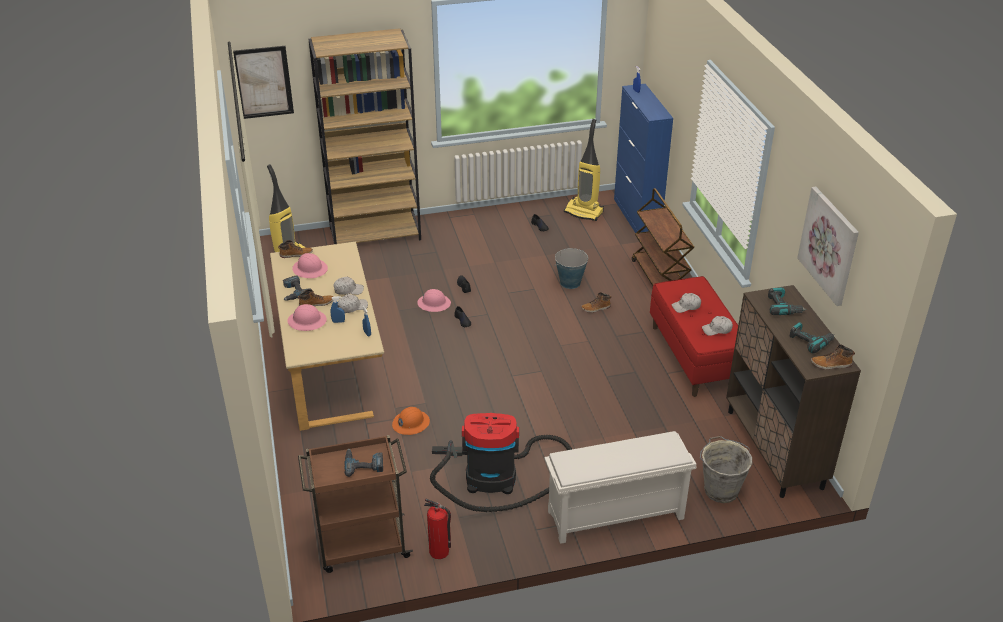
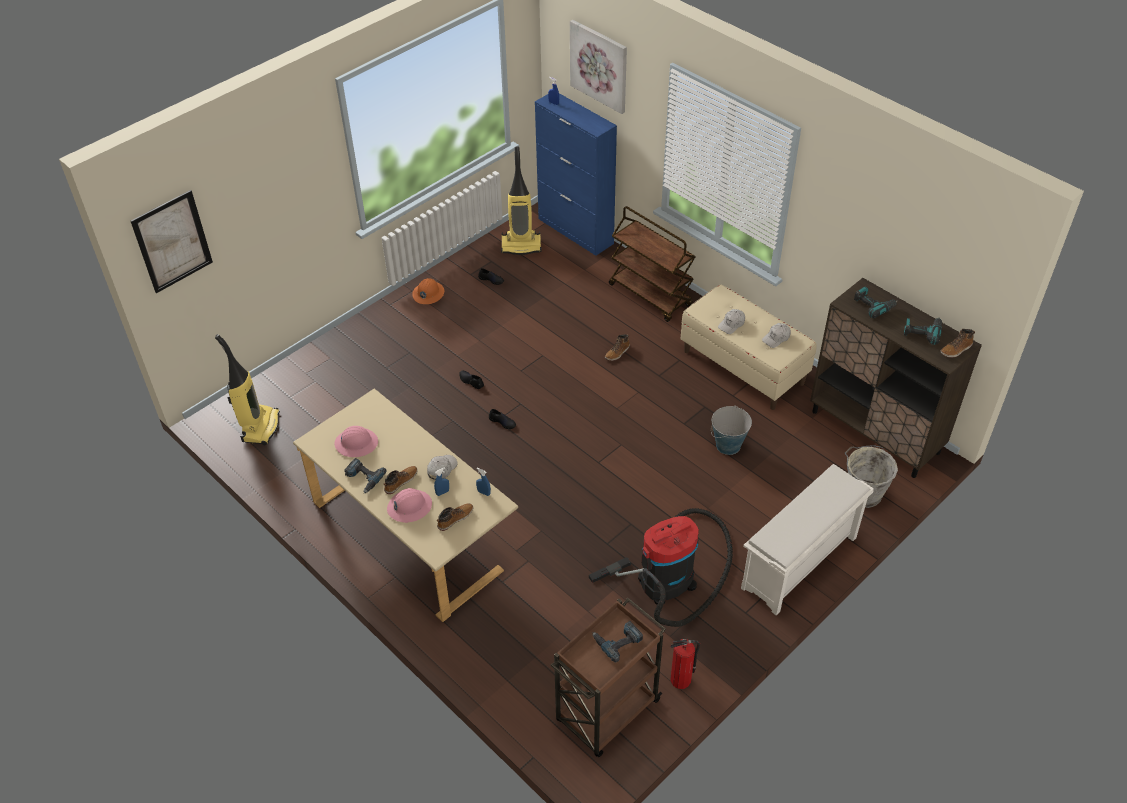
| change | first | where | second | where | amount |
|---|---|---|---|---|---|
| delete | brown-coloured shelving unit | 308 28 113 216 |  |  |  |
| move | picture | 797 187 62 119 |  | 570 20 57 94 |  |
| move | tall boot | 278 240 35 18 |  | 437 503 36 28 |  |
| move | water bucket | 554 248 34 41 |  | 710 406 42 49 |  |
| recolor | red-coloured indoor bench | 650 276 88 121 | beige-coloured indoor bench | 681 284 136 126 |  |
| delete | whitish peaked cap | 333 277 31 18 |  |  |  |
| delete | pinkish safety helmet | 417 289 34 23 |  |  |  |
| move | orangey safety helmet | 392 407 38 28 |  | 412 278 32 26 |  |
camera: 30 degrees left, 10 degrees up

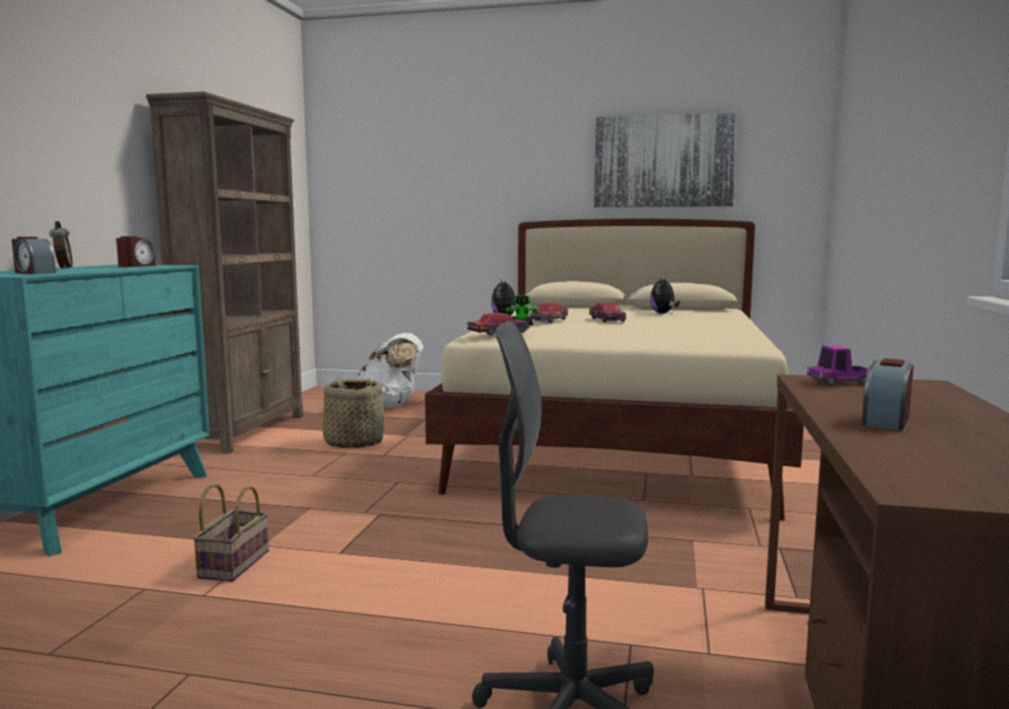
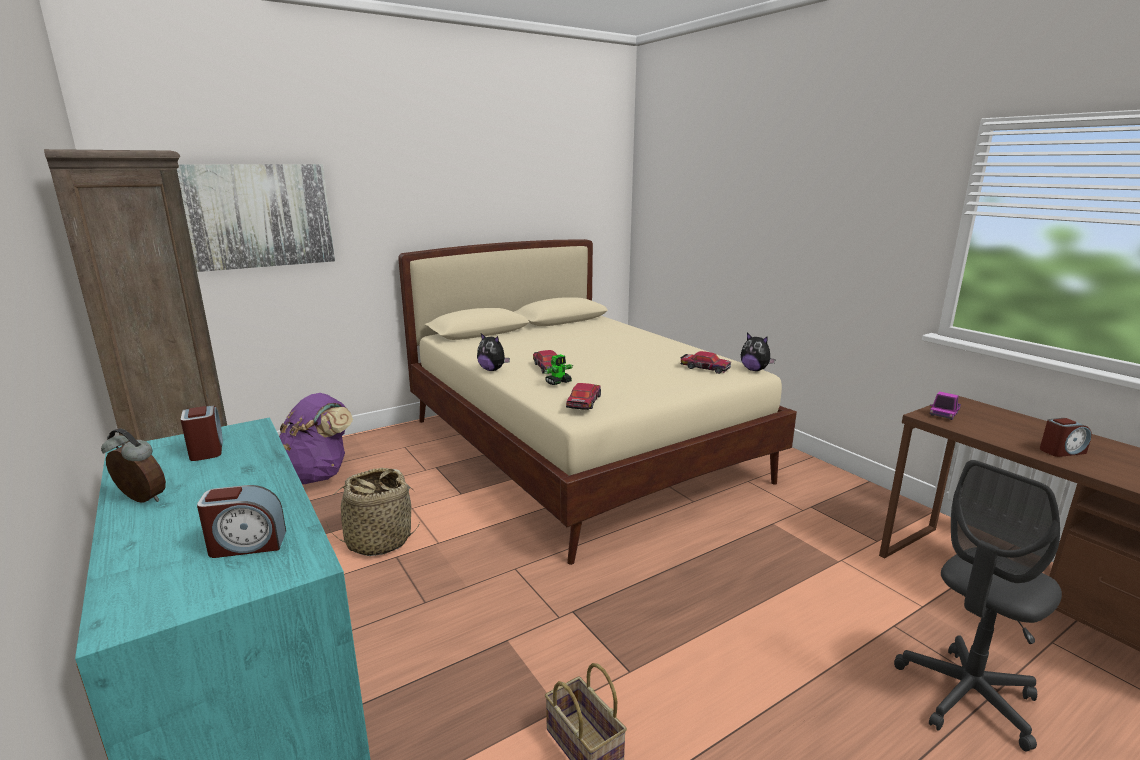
| change | first | where | second | where | amount |
|---|---|---|---|---|---|
| move | picture | 594 113 144 94 |  | 177 164 158 108 |  |
| move | cuddly toy | 650 277 30 37 |  | 741 333 35 38 |  |
| move | toy car | 589 303 37 19 |  | 681 351 50 23 |  |
| recolor | whitish knapsack | 356 333 68 75 | purple knapsack | 279 393 74 91 |  |
| rotate | bedside clock | 862 358 52 72 |  | 1040 418 52 39 | 90 degrees counterclockwise |
camera: 45 degrees left, 10 degrees up

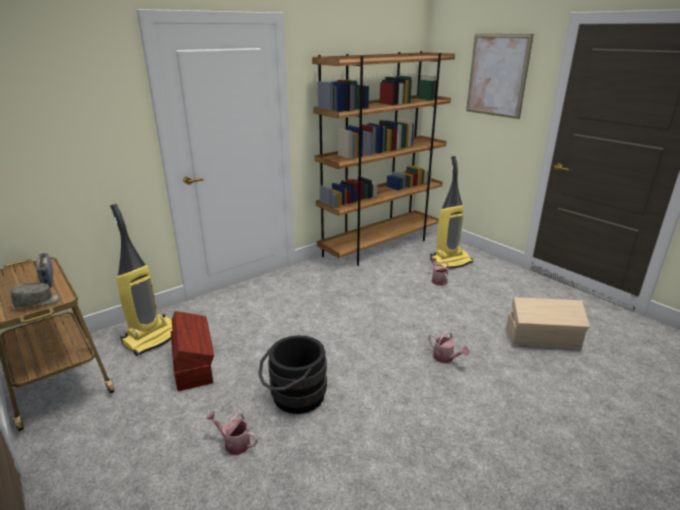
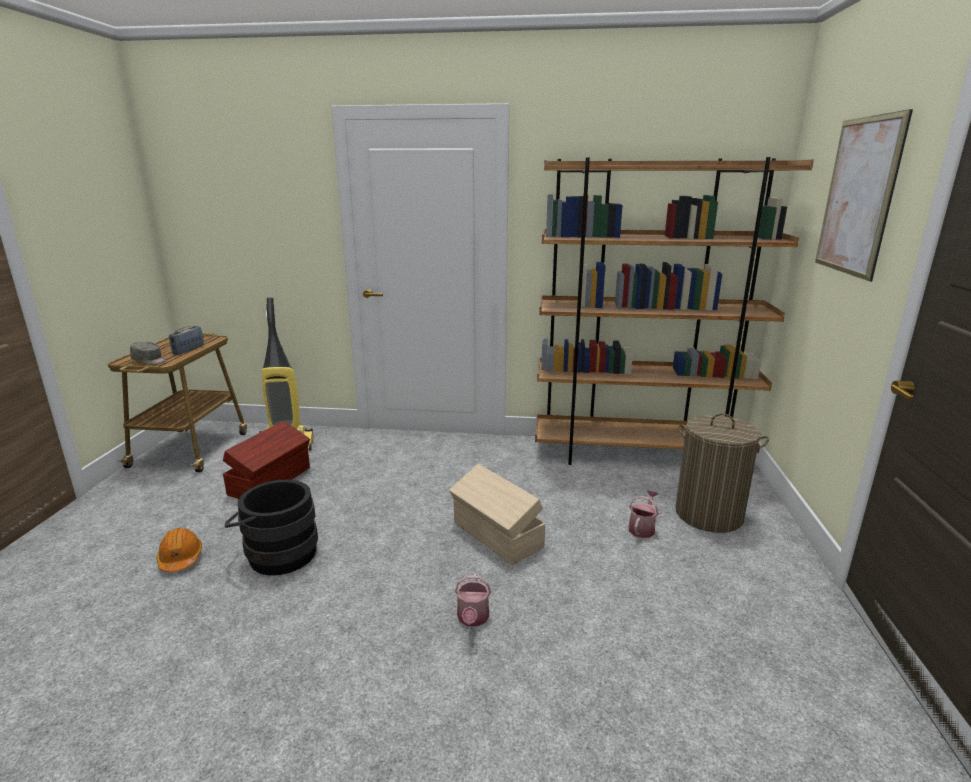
| change | first | where | second | where | amount |
|---|---|---|---|---|---|
| replace | hoover | 430 156 43 112 | hamper | 675 413 94 120 |  |
| move | beige-coloured storage box | 506 297 84 52 |  | 449 464 96 101 |  |
| replace | watering can | 206 411 52 44 | orangey safety helmet | 156 528 46 44 |  |
camera: 45 degrees right, 5 degrees down

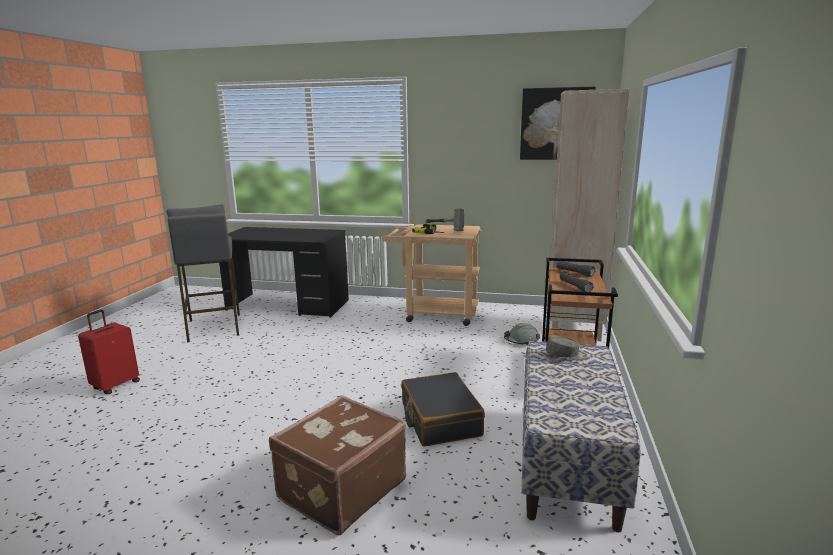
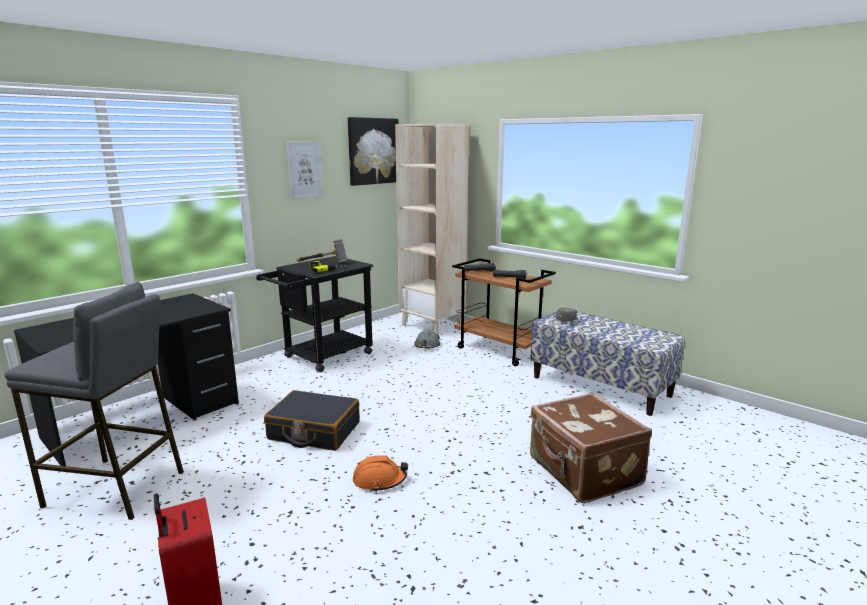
| change | first | where | second | where | amount |
|---|---|---|---|---|---|
| recolor | beige-coloured trolley | 382 224 99 102 | blackish trolley | 256 256 117 116 |  |
| move | blackish piece of luggage | 401 372 84 75 |  | 264 390 96 61 |  |
| insert |  |  | picture | 286 141 37 58 |  |
| insert |  |  | orangey safety helmet | 353 456 55 36 |  |
camera: 60 degrees left, 0 degrees up

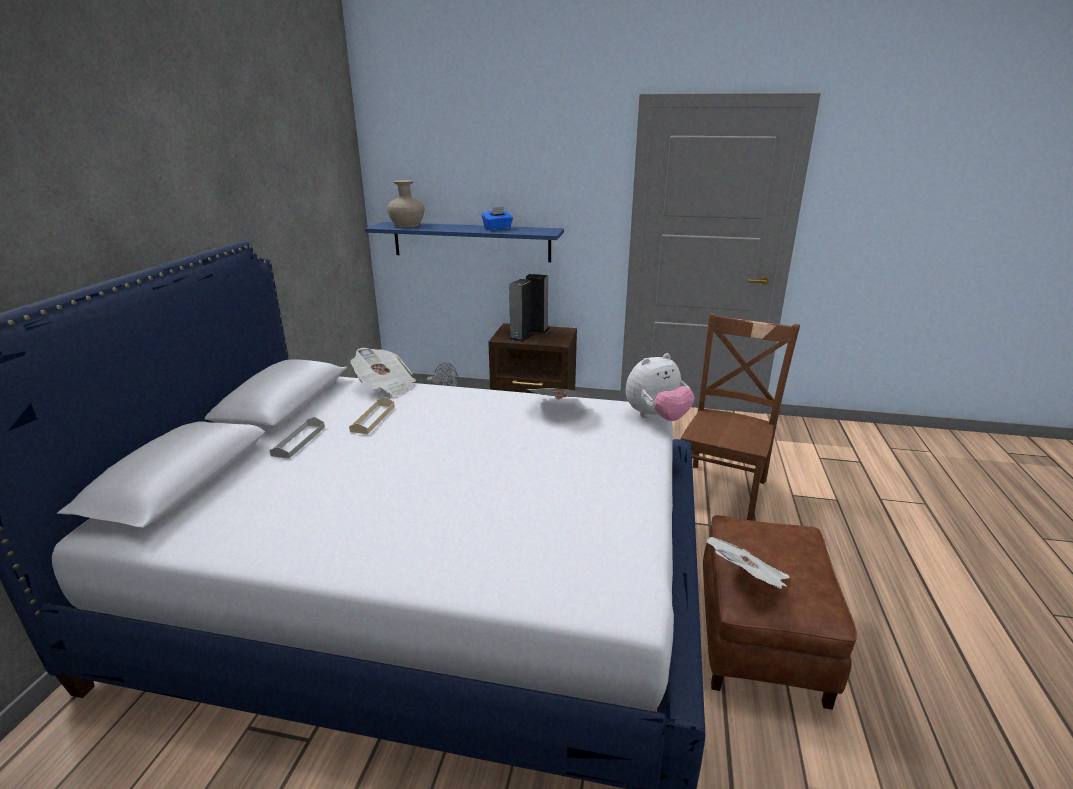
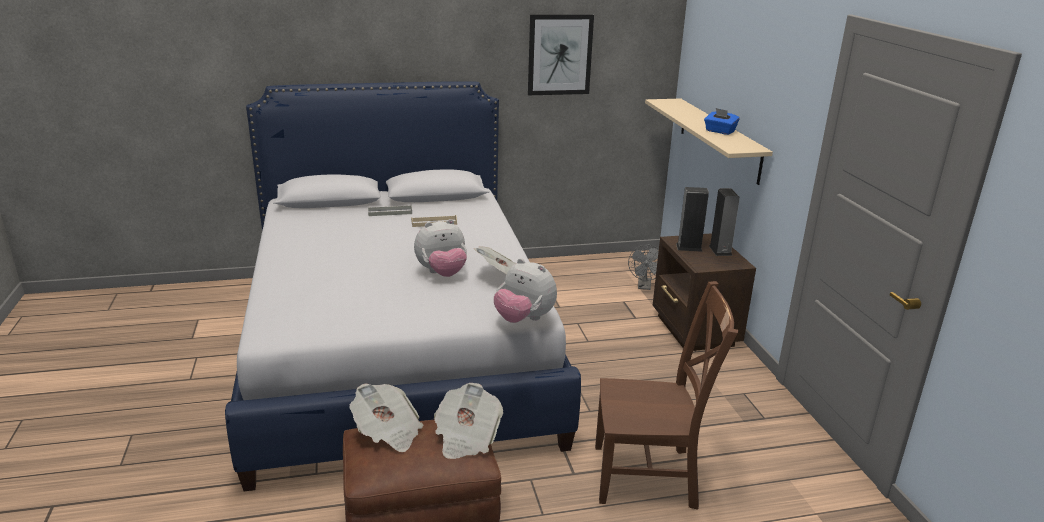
| change | first | where | second | where | amount |
|---|---|---|---|---|---|
| delete | beige-coloured vase | 387 180 38 48 |  |  |  |
| recolor | blue-coloured shelf | 365 222 199 40 | beige-coloured shelf | 645 99 128 86 |  |
| move | printed paper | 351 348 65 49 |  | 434 383 69 76 |  |
| insert |  |  | picture | 528 14 66 81 |  |
| insert |  |  | cuddly toy | 414 219 53 58 |  |
camera: 65 degrees right, 0 degrees up

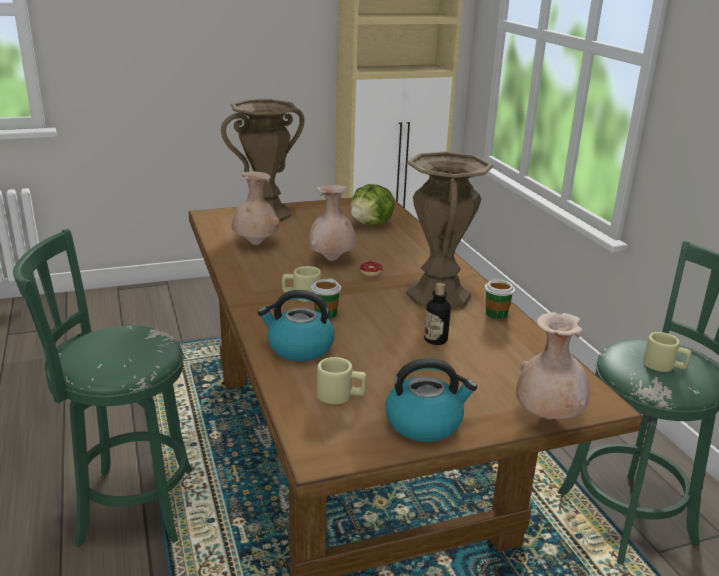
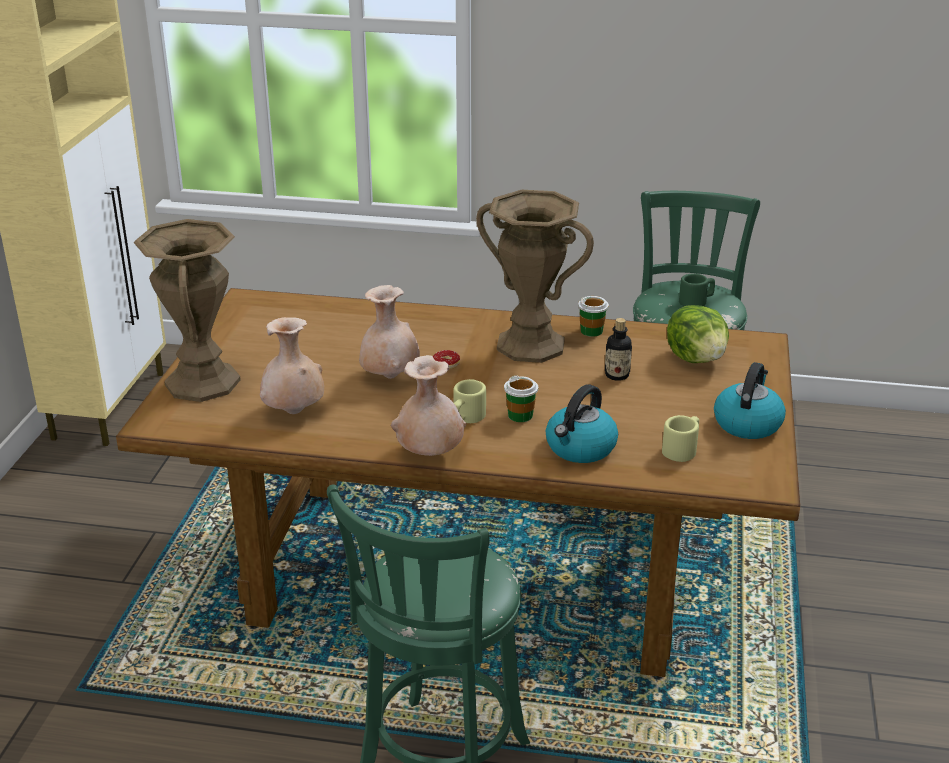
| change | first | where | second | where | amount |
|---|---|---|---|---|---|
| move | lettuce | 351 184 44 41 |  | 667 305 62 58 |  |
| move | beige-coloured vase | 516 312 74 108 |  | 391 355 76 101 |  |
| recolor | beige-coloured mug | 643 332 48 40 | green-coloured mug | 679 273 36 33 |  |
camera: 60 degrees left, 5 degrees up

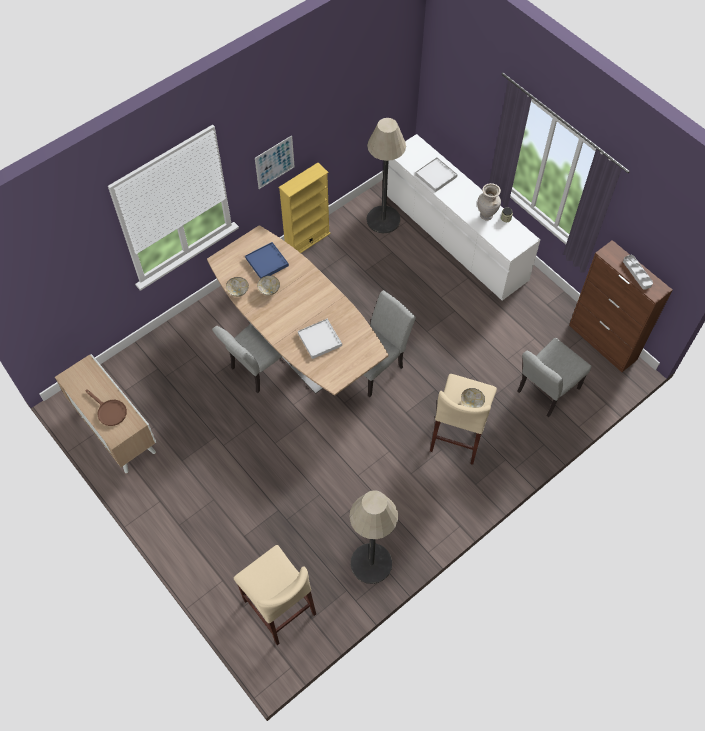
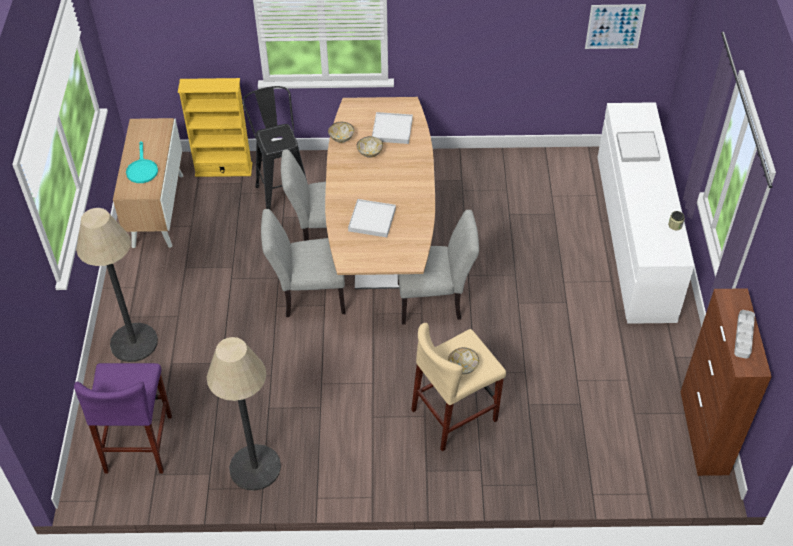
| change | first | where | second | where | amount |
|---|---|---|---|---|---|
| move | standard lamp | 366 118 40 115 |  | 76 208 82 154 |  |
| move | picture | 255 135 40 54 |  | 585 4 61 45 |  |
| move | yellowish shelving unit | 278 163 53 90 |  | 178 78 74 99 |  |
| delete | beige-coloured vase | 477 183 24 37 |  |  |  |
| recolor | blue-coloured carrying tray | 245 242 44 37 | whitish carrying tray | 372 112 41 32 |  |
| move | grey upright chair | 518 338 73 79 |  | 261 209 84 108 |  |
| recolor | brown-coloured skillet | 86 389 41 37 | turquoise skillet | 126 141 32 42 |  |
| recolor | beige-coloured stool seat | 234 545 82 100 | purple stool seat | 74 363 98 111 |  |
| insert |  |  | blackish stool seat | 242 86 65 123 |  |
camera: 40 degrees right, 10 degrees down

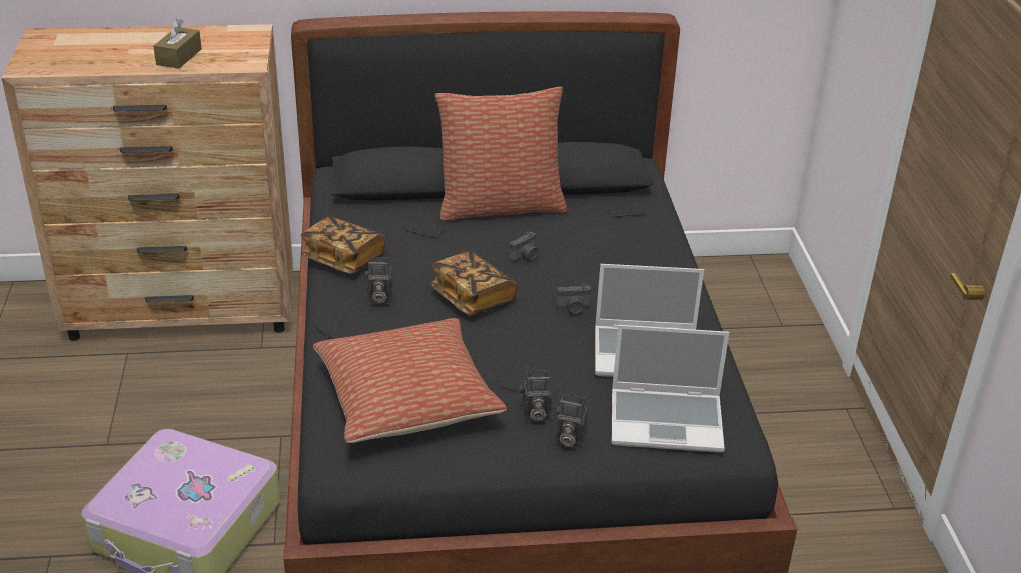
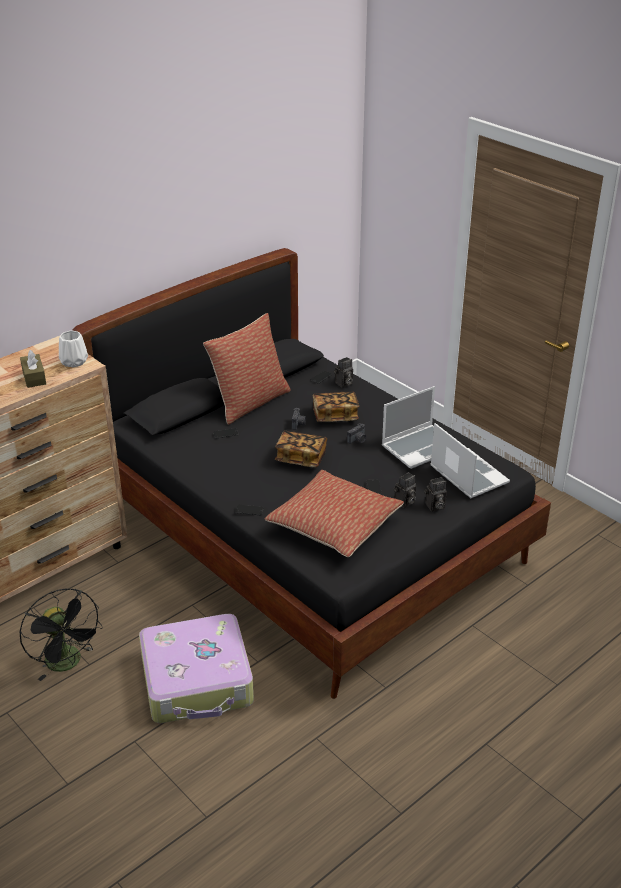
| change | first | where | second | where | amount |
|---|---|---|---|---|---|
| move | volume | 301 216 84 58 |  | 313 391 46 31 |  |
| move | still camera | 365 257 28 48 |  | 334 357 19 31 |  |
| rotate | notebook computer | 612 325 117 127 |  | 430 423 80 75 | 90 degrees counterclockwise |
| insert |  |  | whitish vase | 59 331 29 36 |  |
| insert |  |  | blackish cooling fan | 19 589 84 92 |  |
camera: 35 degrees left, 0 degrees up

